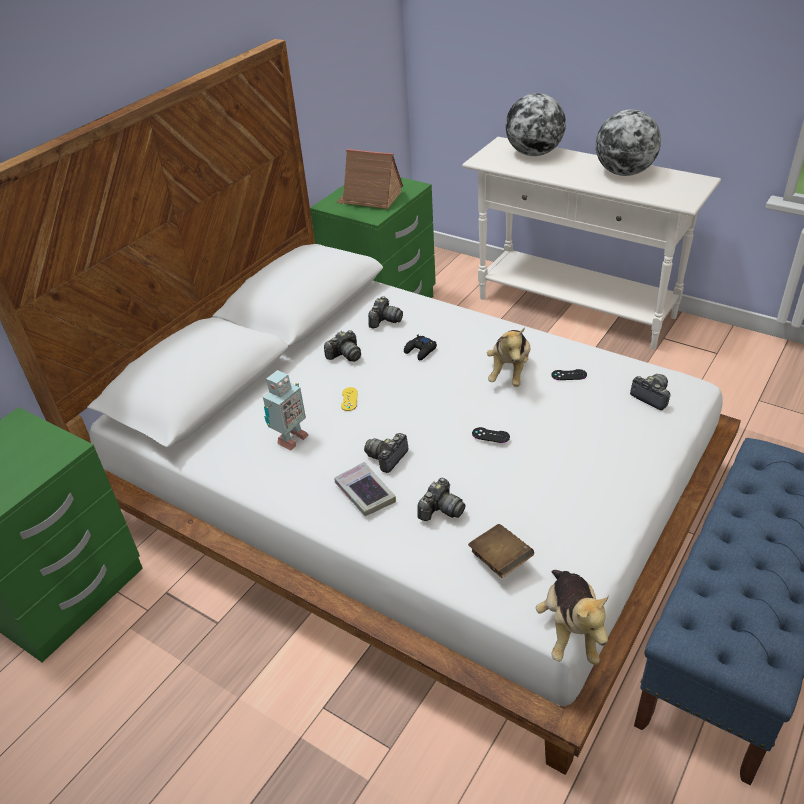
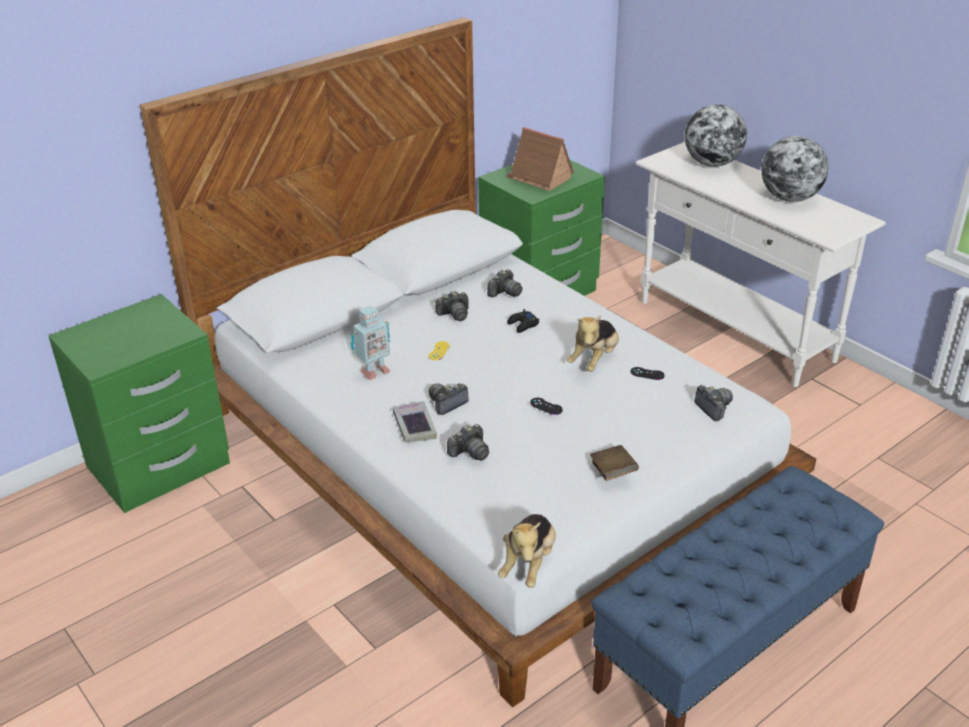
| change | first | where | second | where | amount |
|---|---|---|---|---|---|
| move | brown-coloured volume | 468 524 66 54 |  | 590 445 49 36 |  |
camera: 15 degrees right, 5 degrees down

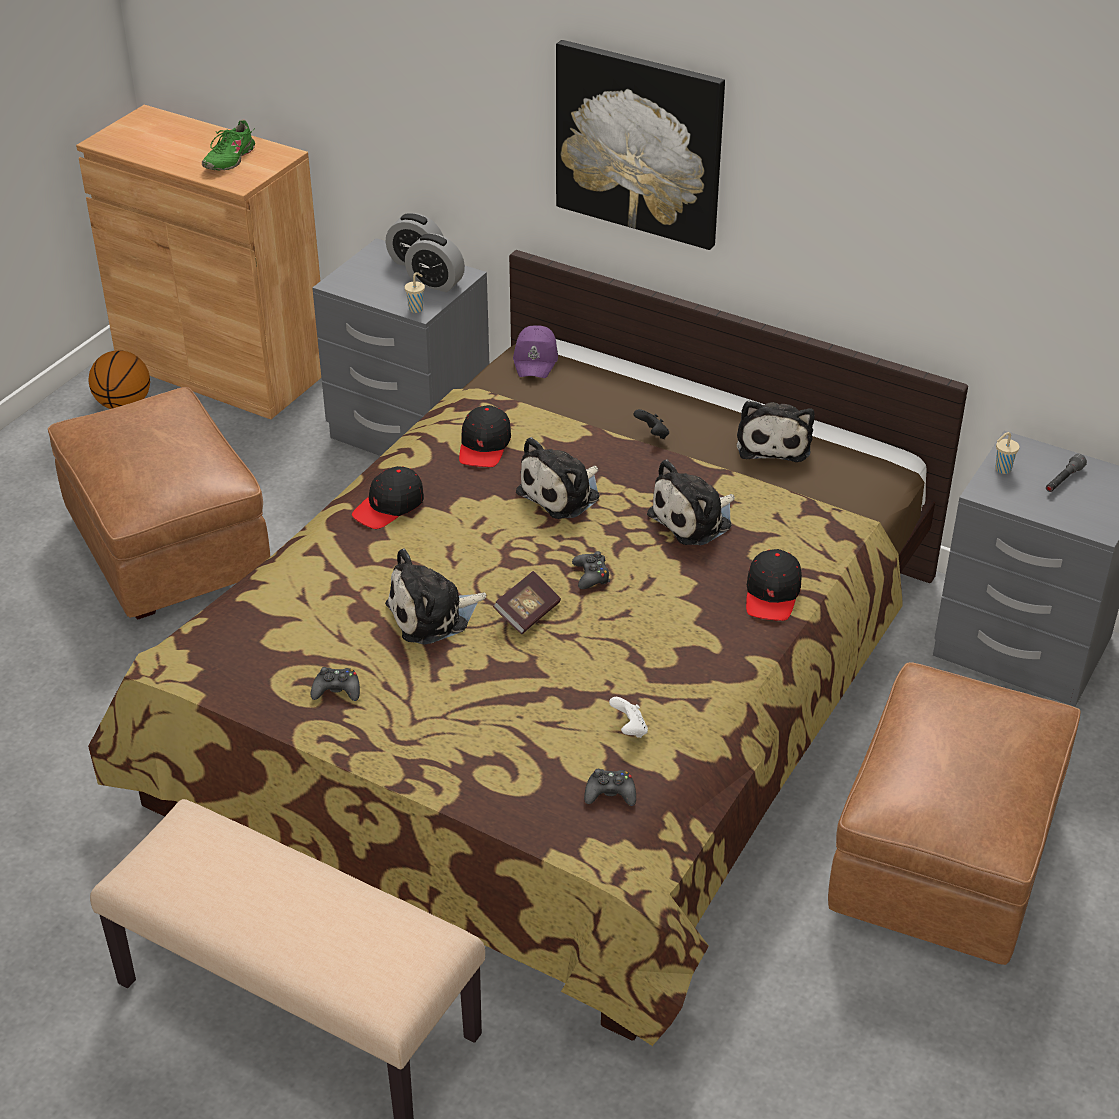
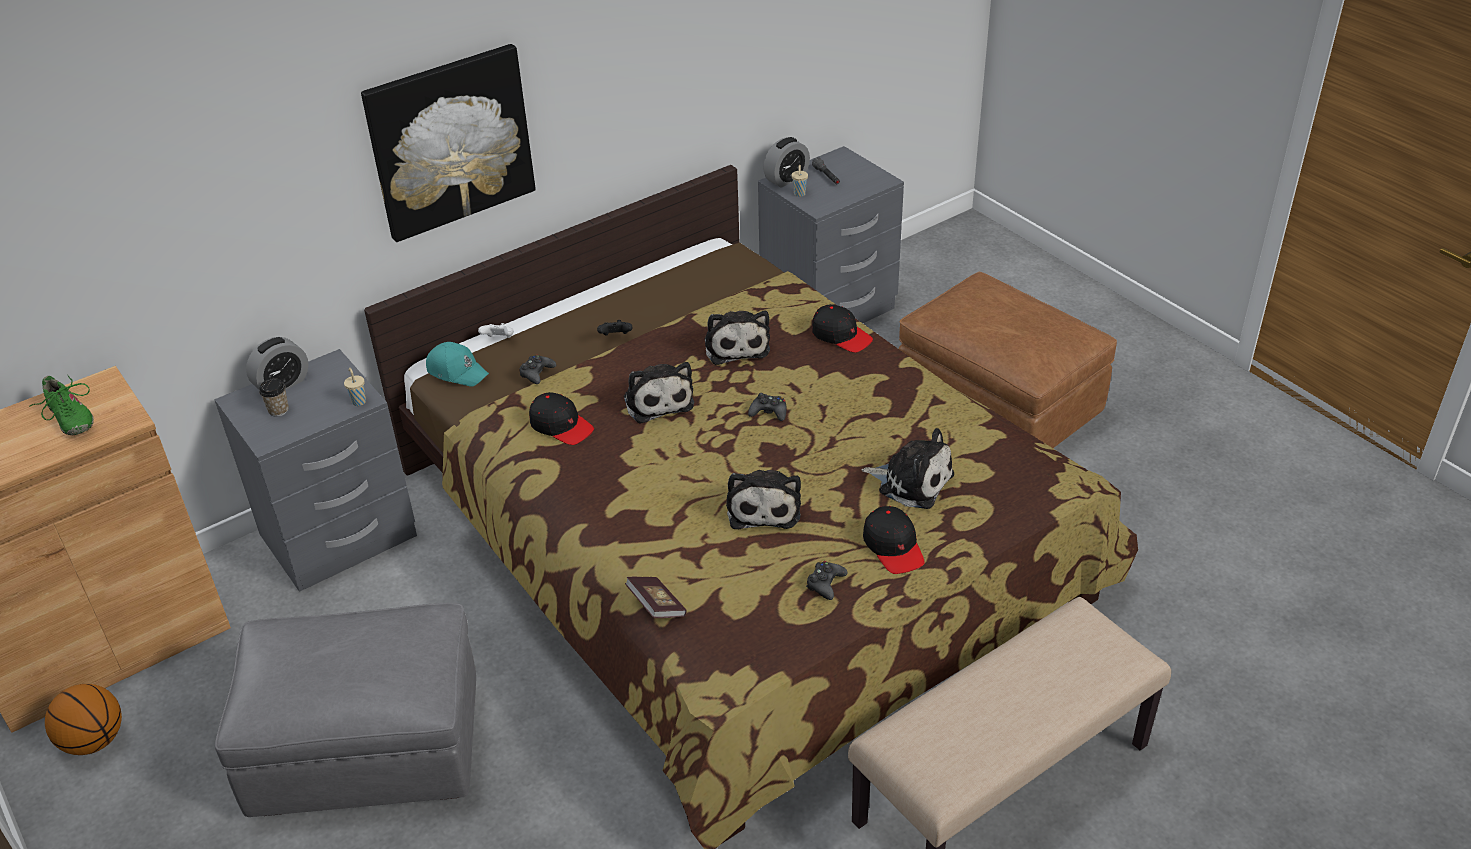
| change | first | where | second | where | amount |
|---|---|---|---|---|---|
| move | bedside clock | 405 233 60 59 |  | 763 137 47 51 |  |
| recolor | purple peaked cap | 513 325 45 53 | turquoise peaked cap | 426 342 63 45 |  |
| recolor | brown-coloured pouffe | 48 387 222 233 | grey pouffe | 215 603 261 214 |  |
| move | cuddly toy | 737 400 78 62 |  | 862 428 92 81 |  |
| move | blackish peaked cap | 352 466 72 63 |  | 863 506 62 68 |  |
| move | volume | 493 571 68 63 |  | 625 577 62 41 |  |
| move | whitish gamepad | 609 697 39 41 |  | 478 323 35 15 |  |
| move | blackish gamepad | 584 769 52 37 |  | 519 355 37 29 |  |
| insert |  |  | small cup | 259 378 30 39 |  |
camera: 65 degrees left, 0 degrees up

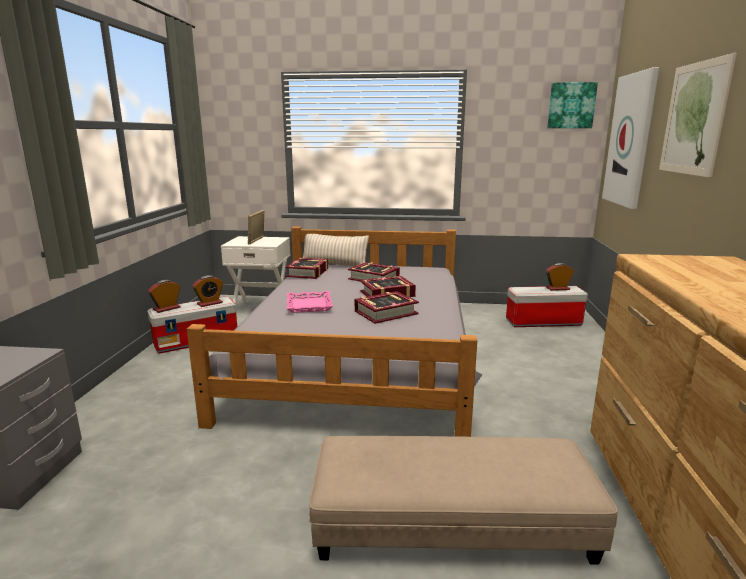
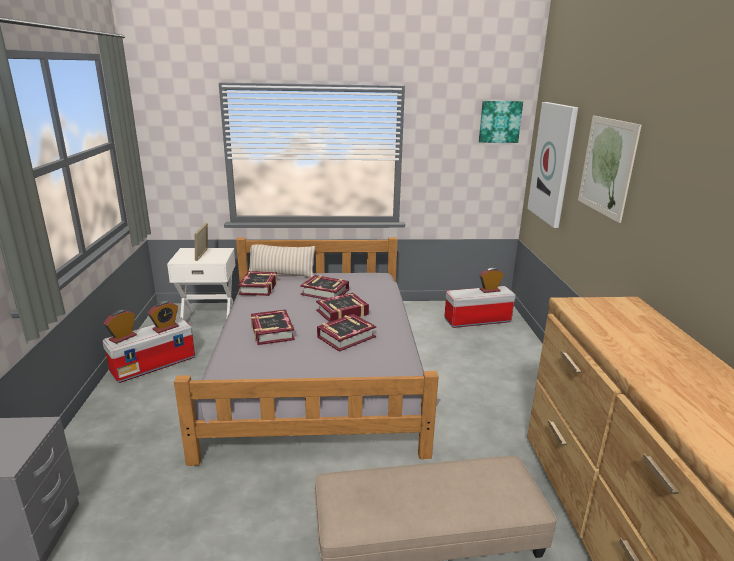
| change | first | where | second | where | amount |
|---|---|---|---|---|---|
| replace | pinkish carrying tray | 286 291 47 22 | volume | 251 309 44 36 |  |
camera: 10 degrees left, 5 degrees up

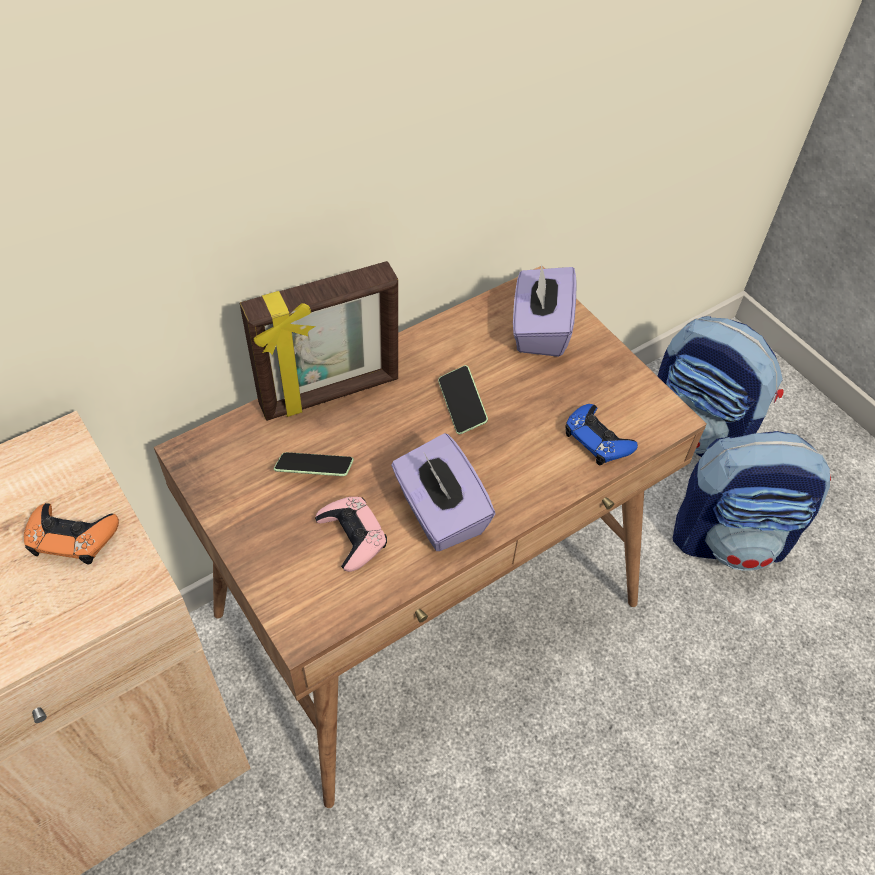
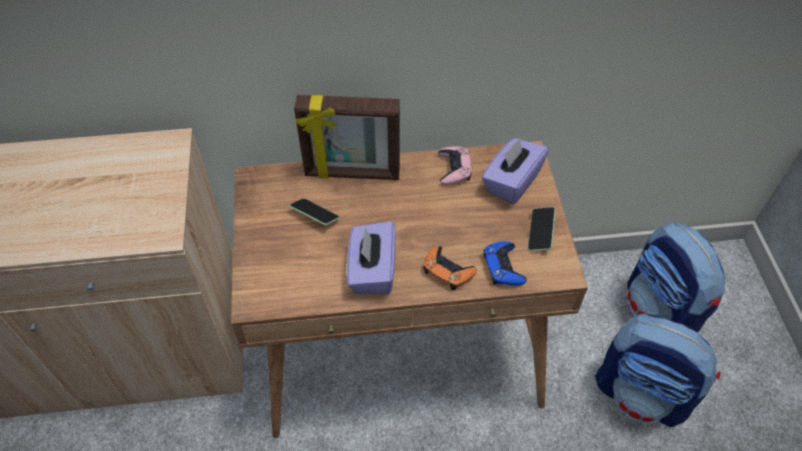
| change | first | where | second | where | amount |
|---|---|---|---|---|---|
| move | handset | 438 365 50 69 |  | 528 207 28 44 |  |
| move | pinkish gamepad | 315 497 72 75 |  | 438 146 34 39 |  |
| move | orangey gamepad | 24 503 95 62 |  | 423 246 54 44 |  |
camera: 30 degrees right, 0 degrees up

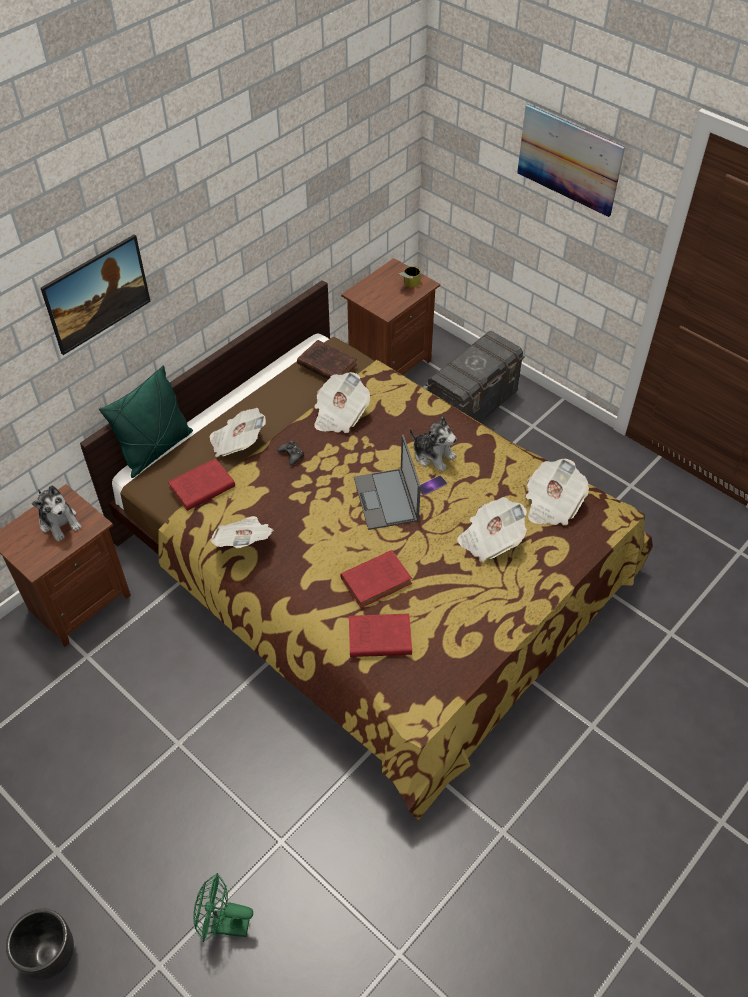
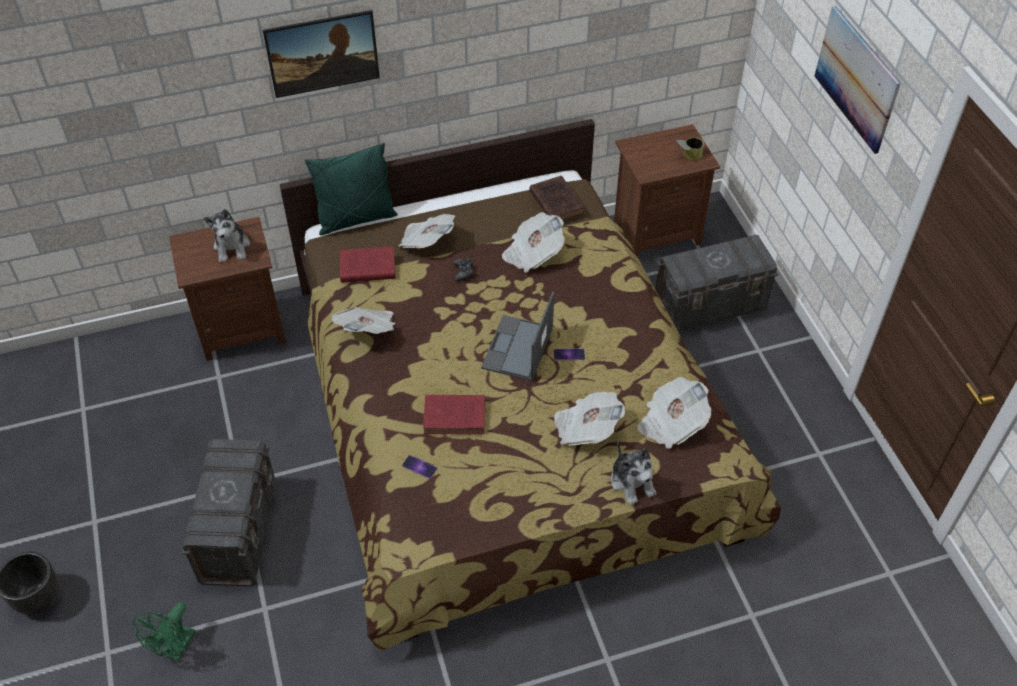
| change | first | where | second | where | amount |
|---|---|---|---|---|---|
| move | cuddly toy | 409 417 48 55 |  | 611 442 46 63 |  |
| replace | red-coloured volume | 349 614 63 43 | handset | 402 455 35 24 |  |
| rotate | green-coloured cooling fan | 193 873 60 69 |  | 134 602 62 59 | 105 degrees counterclockwise |
| insert |  |  | grey storage box | 182 439 94 148 |  |
camera: 30 degrees right, 0 degrees up

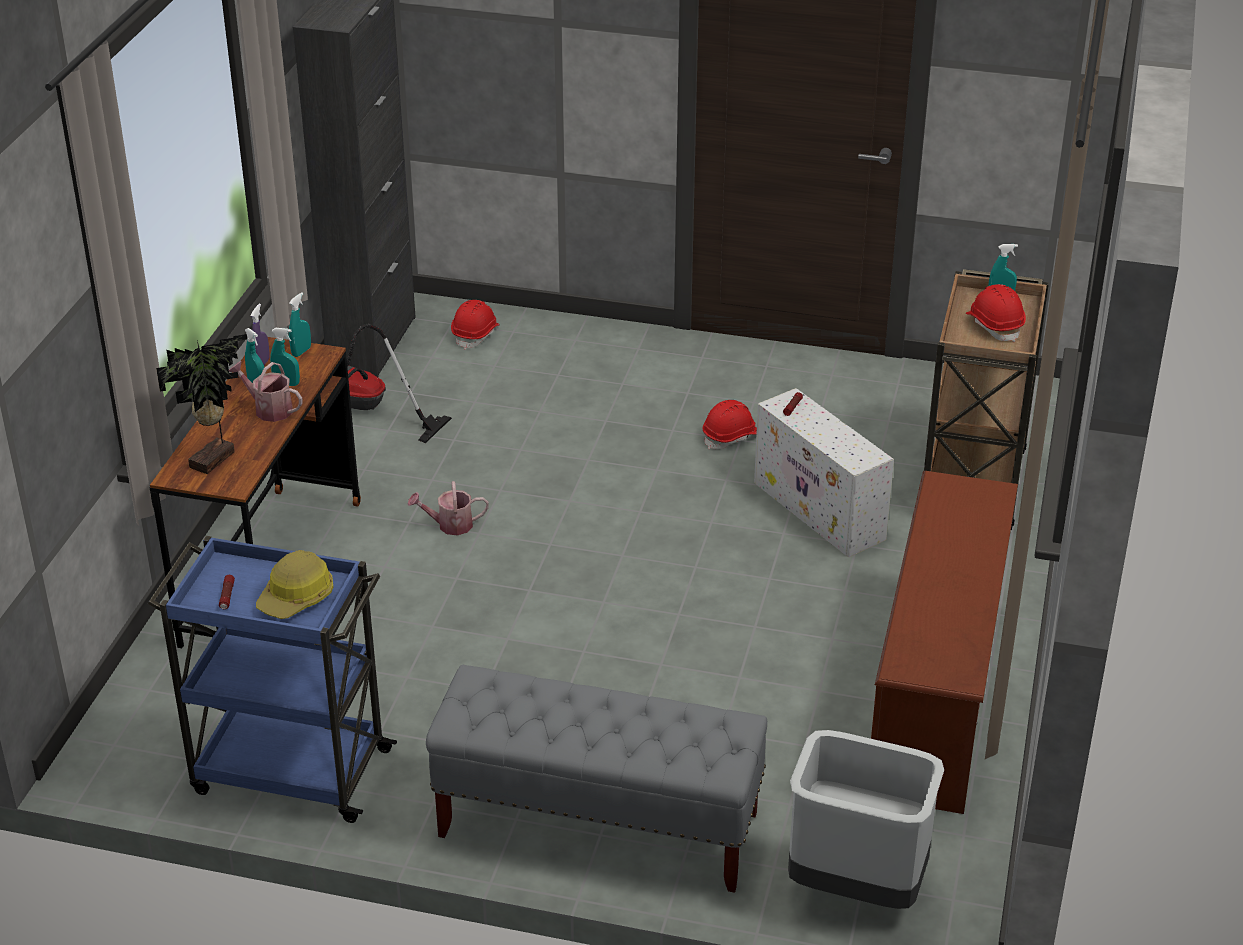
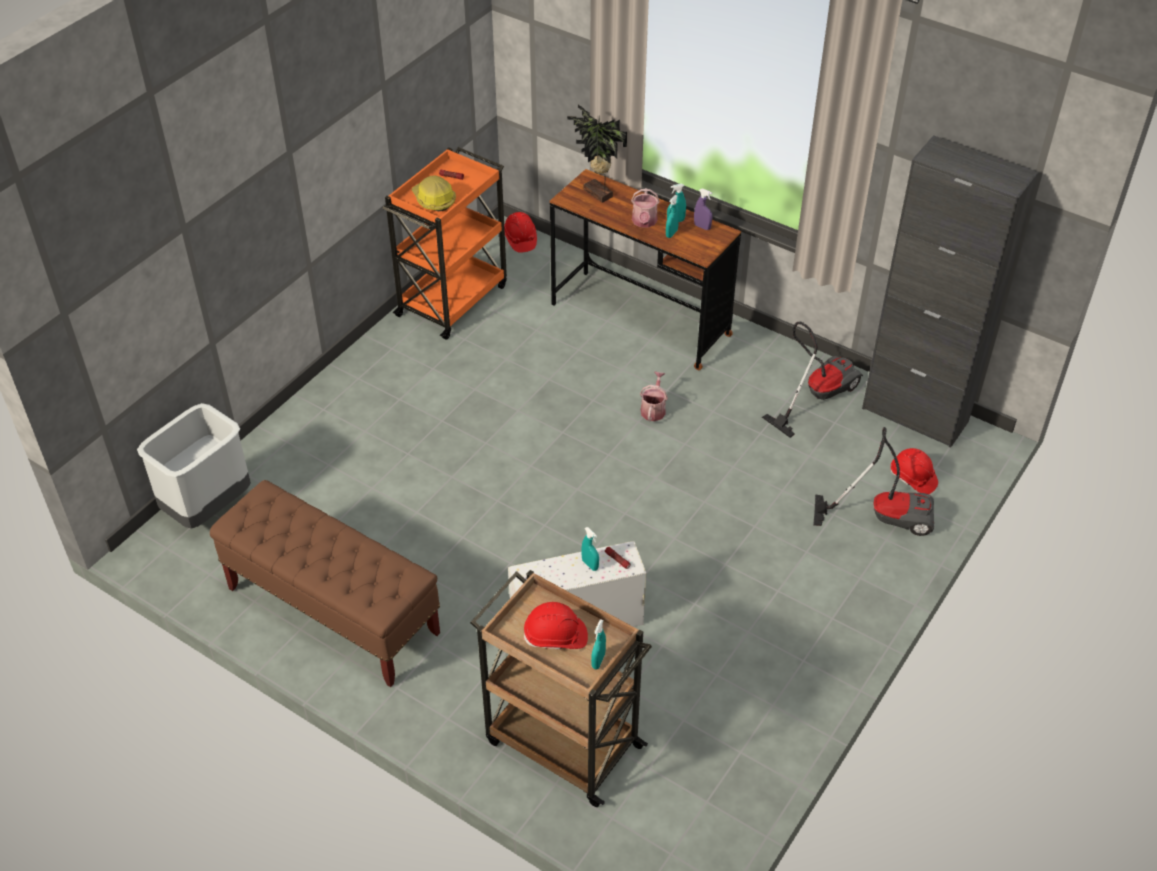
| change | first | where | second | where | amount |
|---|---|---|---|---|---|
| move | turquoise hand sprayer | 289 293 22 64 |  | 581 527 18 44 |  |
| rotate | watering can | 229 361 74 61 |  | 631 188 29 40 | 135 degrees clockwise |
| move | red-coloured safety helmet | 703 400 54 50 |  | 504 212 33 41 |  |
| replace | brown-coloured shoe shelf | 871 471 147 343 | brown-coloured indoor bench | 210 480 230 207 |  |
| recolor | blue-coloured trolley | 148 536 249 287 | orangey trolley | 382 147 125 193 |  |
| delete | grey indoor bench | 426 665 341 228 |  |  |  |
| insert |  |  | hoover | 813 427 121 109 |  |
camera: 110 degrees right, 10 degrees up

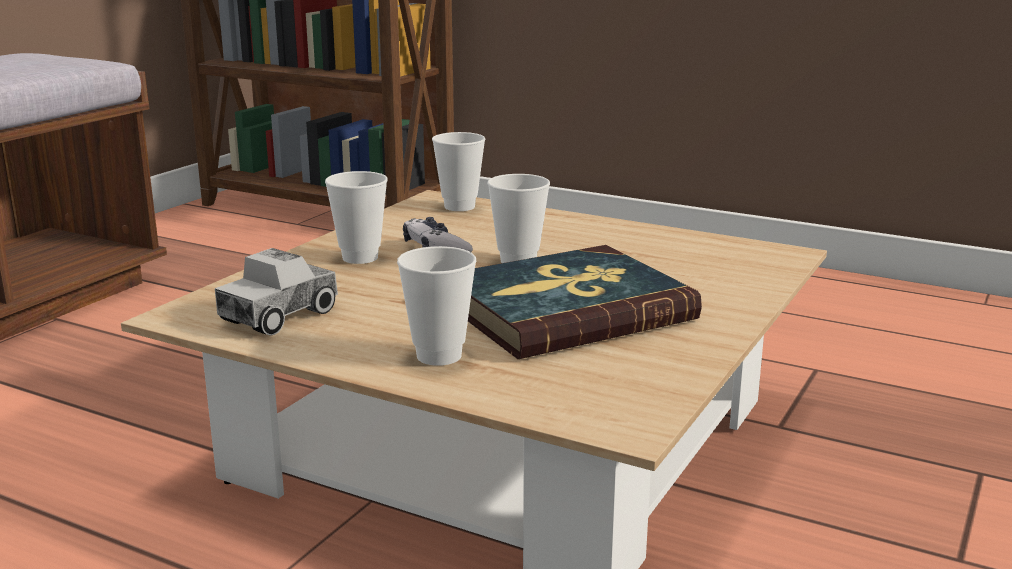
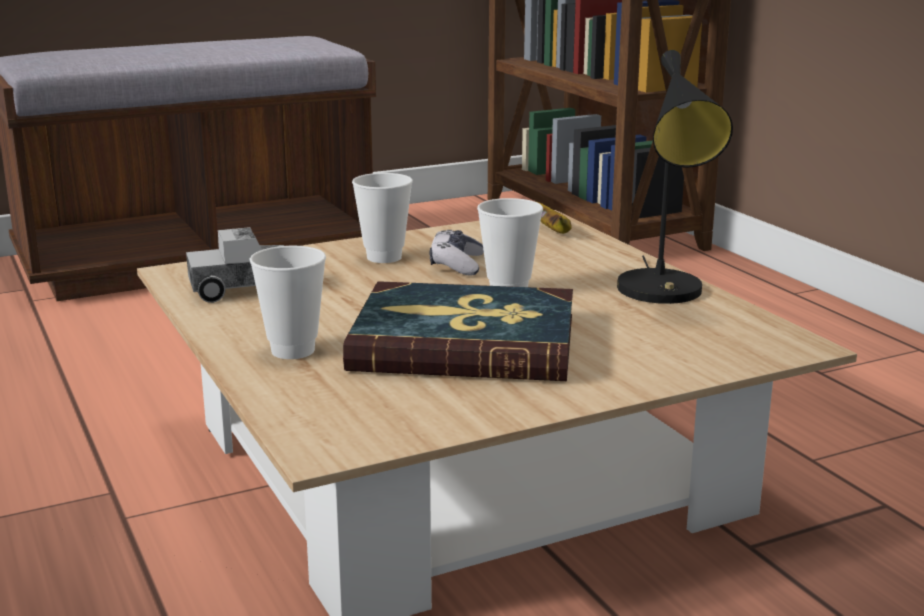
| change | first | where | second | where | amount |
|---|---|---|---|---|---|
| replace | small cup | 432 132 53 79 | whole banana | 535 201 37 33 |  |
| insert |  |  | blackish tabletop lamp | 617 50 116 254 |  |
camera: 35 degrees right, 0 degrees up

